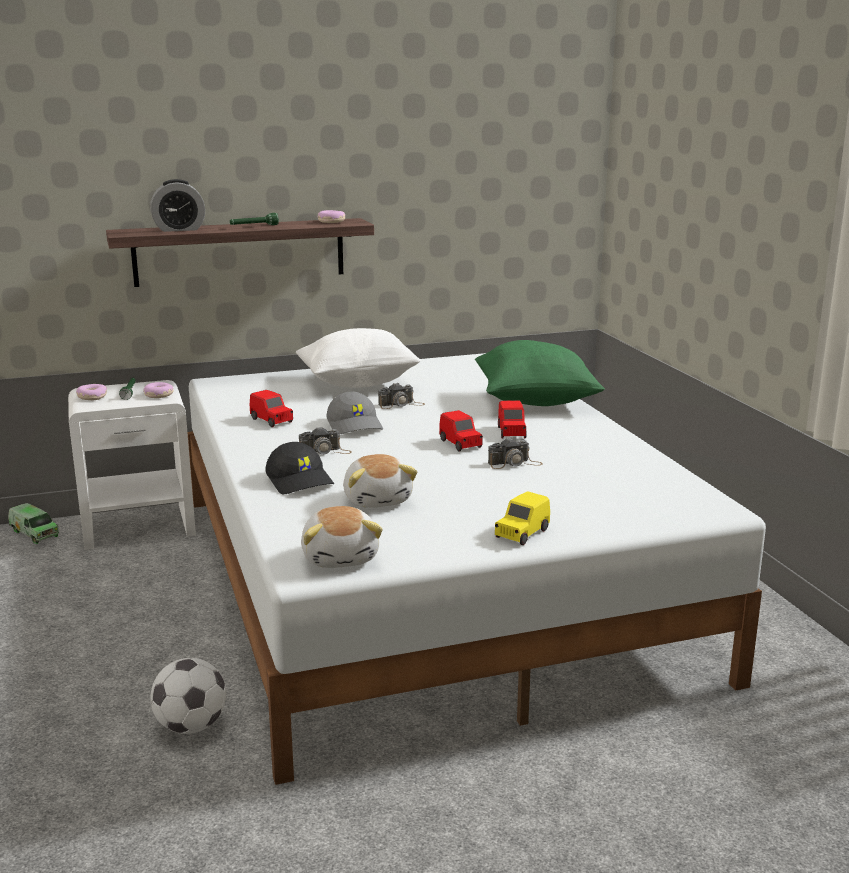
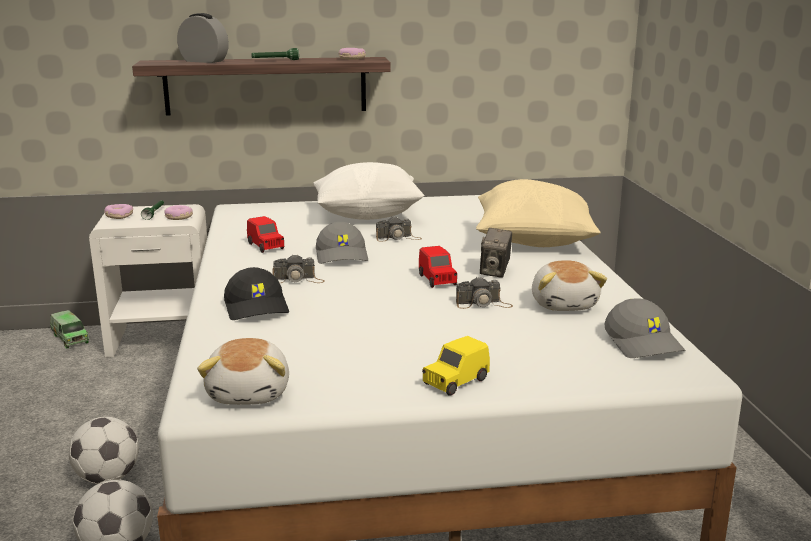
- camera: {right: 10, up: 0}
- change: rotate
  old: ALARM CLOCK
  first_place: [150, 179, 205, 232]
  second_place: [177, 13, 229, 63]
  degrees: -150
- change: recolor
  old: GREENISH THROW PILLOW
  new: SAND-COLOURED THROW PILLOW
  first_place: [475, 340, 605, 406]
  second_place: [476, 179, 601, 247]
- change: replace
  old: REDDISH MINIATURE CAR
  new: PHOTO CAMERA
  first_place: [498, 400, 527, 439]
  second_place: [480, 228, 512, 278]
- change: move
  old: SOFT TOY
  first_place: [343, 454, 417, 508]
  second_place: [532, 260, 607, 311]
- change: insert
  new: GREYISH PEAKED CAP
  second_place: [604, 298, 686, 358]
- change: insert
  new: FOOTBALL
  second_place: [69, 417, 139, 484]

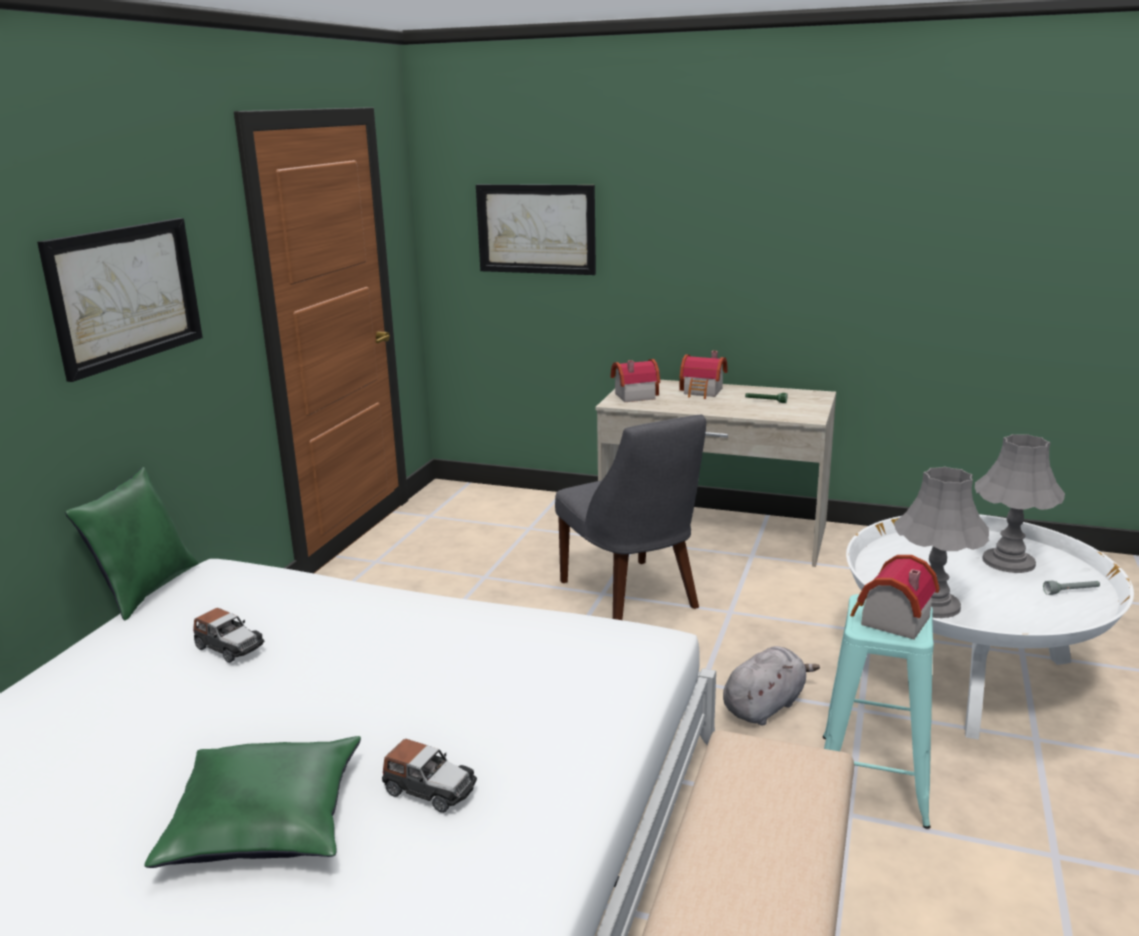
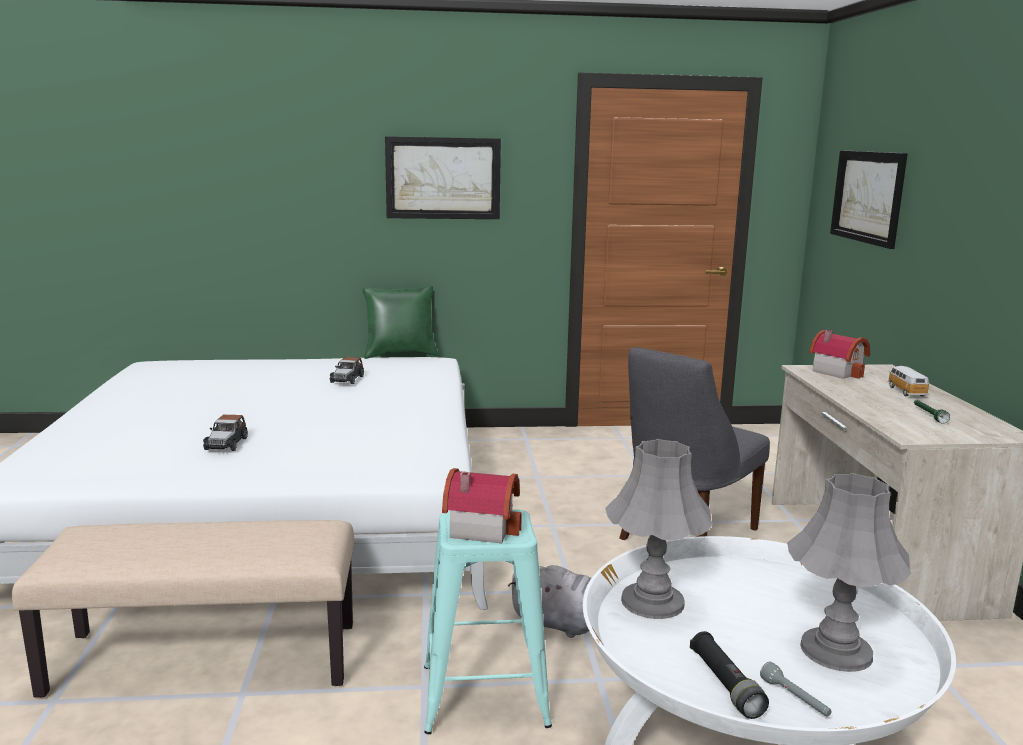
- camera: {right: 65, up: -5}
- change: replace
  old: MODEL HOUSE
  new: MINIATURE CAR
  first_place: [679, 351, 728, 399]
  second_place: [888, 366, 929, 397]
- change: delete
  old: GREENISH THROW PILLOW
  first_place: [144, 736, 361, 868]
- change: insert
  new: BLACKISH TORCH
  second_place: [690, 631, 769, 719]

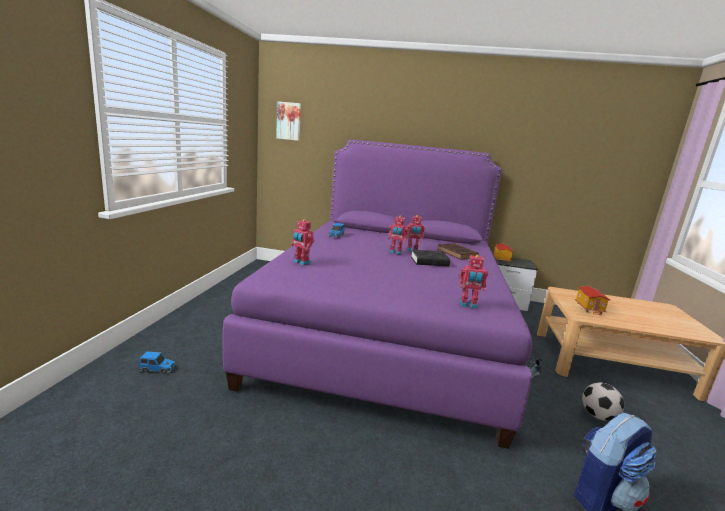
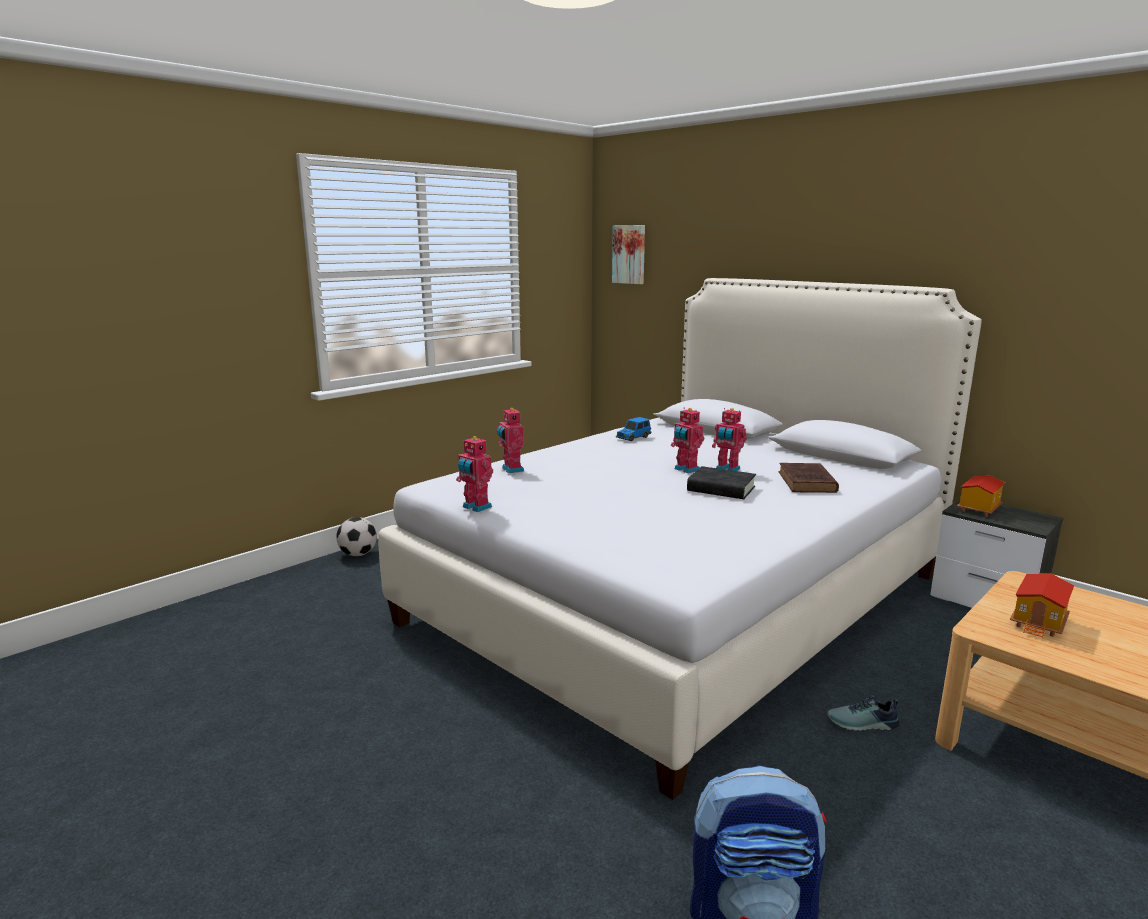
- camera: {right: 35, up: 0}
- change: recolor
  old: PURPLISH SLEEPING BED
  new: WHITISH SLEEPING BED
  first_place: [222, 140, 532, 449]
  second_place: [378, 278, 982, 800]
- change: move
  old: ROBOT FIGURE
  first_place: [459, 255, 488, 309]
  second_place: [456, 436, 493, 512]
- change: delete
  old: MINIATURE CAR
  first_place: [138, 351, 176, 374]
- change: move
  old: FOOTBALL
  first_place: [582, 382, 624, 421]
  second_place: [336, 517, 377, 556]

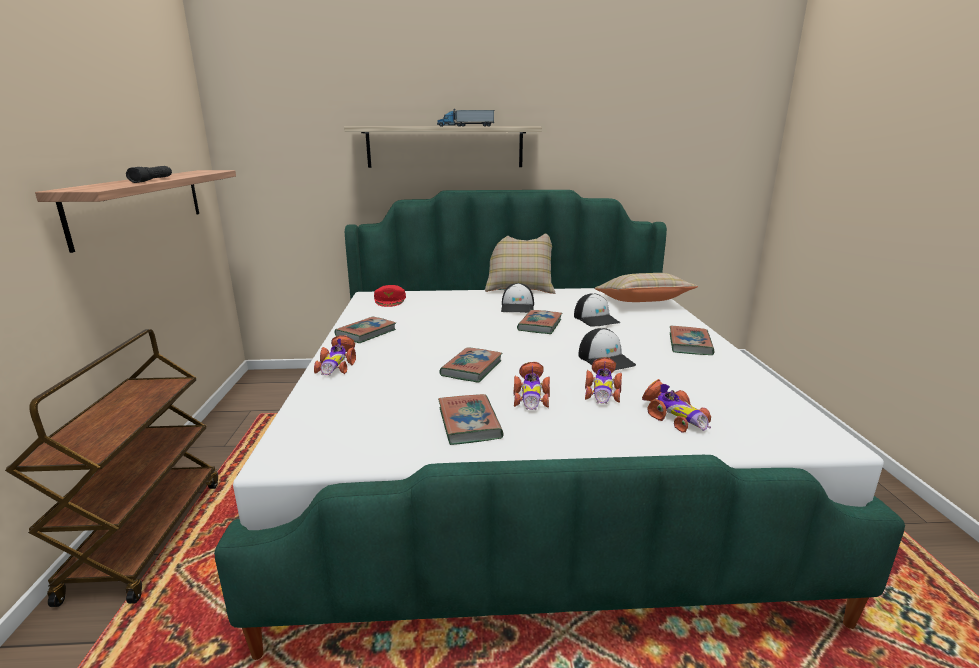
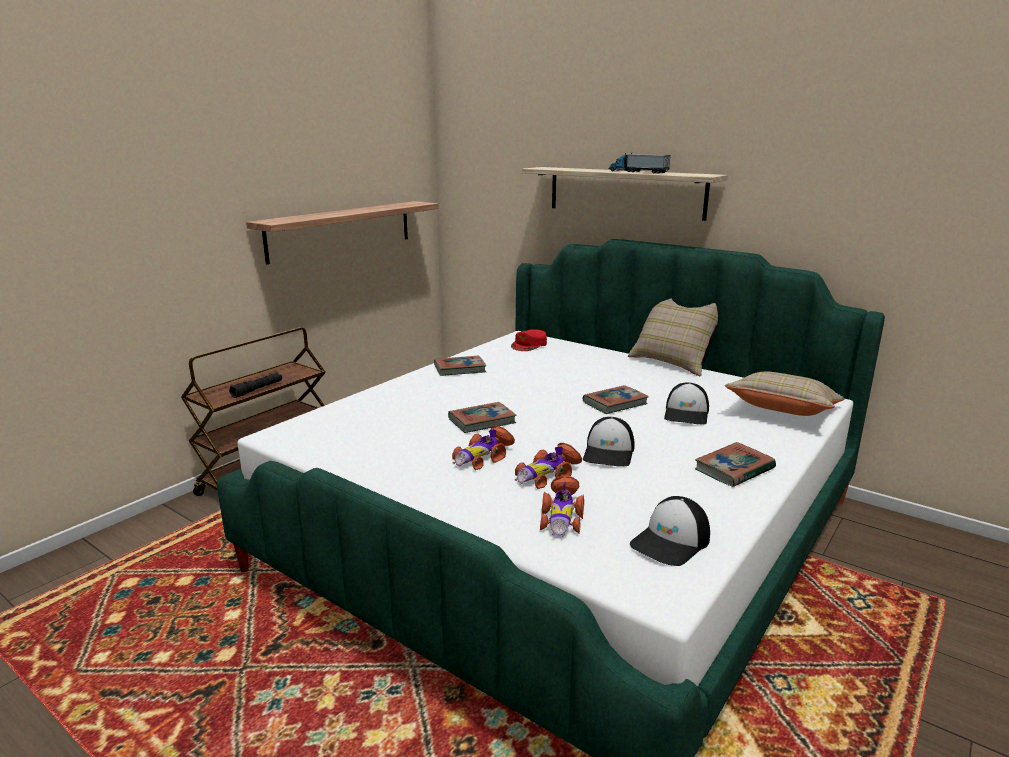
- camera: {right: 40, up: 0}
- change: move
  old: BLACKISH TORCH
  first_place: [126, 166, 172, 183]
  second_place: [229, 373, 282, 398]
- change: move
  old: PEAKED CAP
  first_place: [501, 283, 534, 313]
  second_place: [630, 496, 710, 566]
- change: delete
  old: MINIATURE CAR
  first_place: [314, 335, 356, 375]
- change: delete
  old: BOUND BOOK
  first_place: [438, 394, 503, 445]

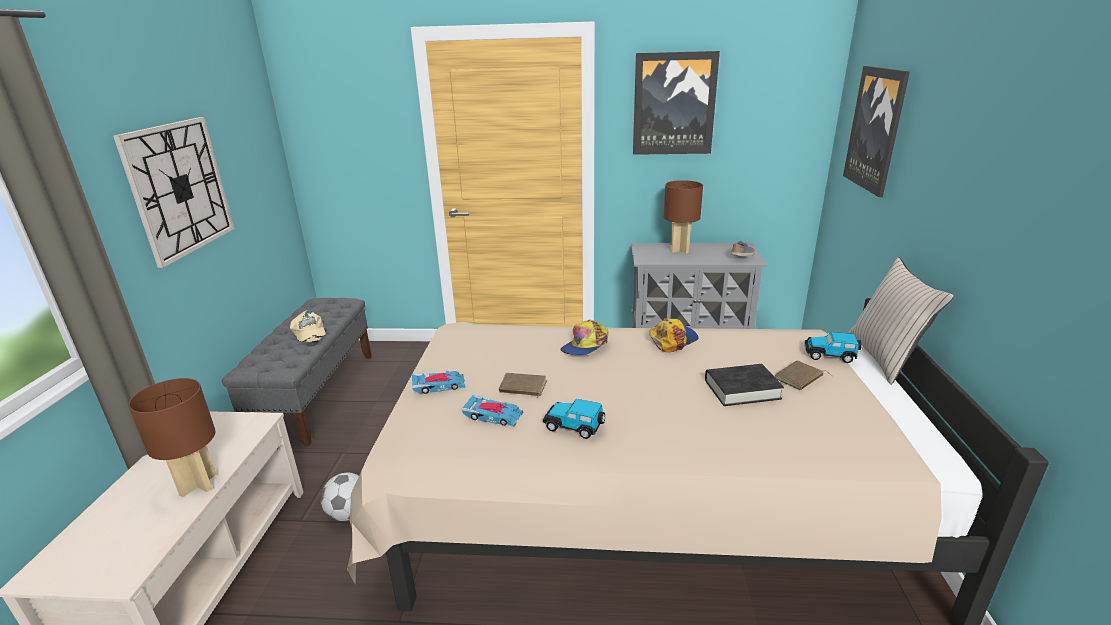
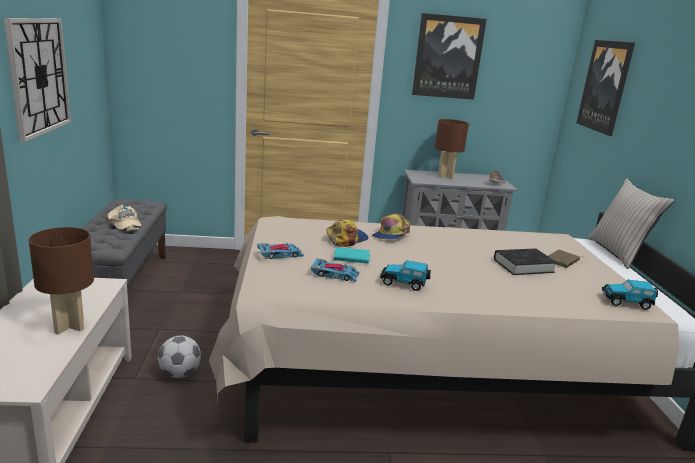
- camera: {right: -10, up: -5}
- change: move
  old: PEAKED CAP
  first_place: [650, 318, 699, 353]
  second_place: [326, 219, 368, 247]
- change: move
  old: MINIATURE CAR
  first_place: [805, 332, 862, 363]
  second_place: [602, 280, 658, 310]
- change: recolor
  old: BROWNISH BOUND BOOK
  new: TURQUOISE BOUND BOOK
  first_place: [499, 373, 547, 398]
  second_place: [334, 247, 370, 264]

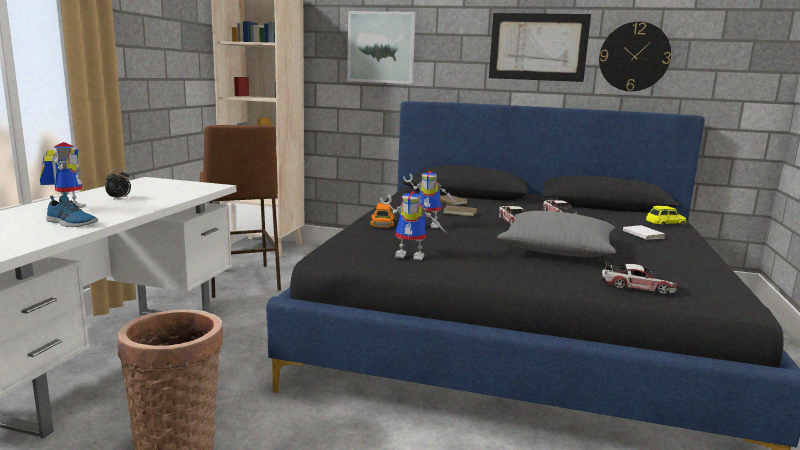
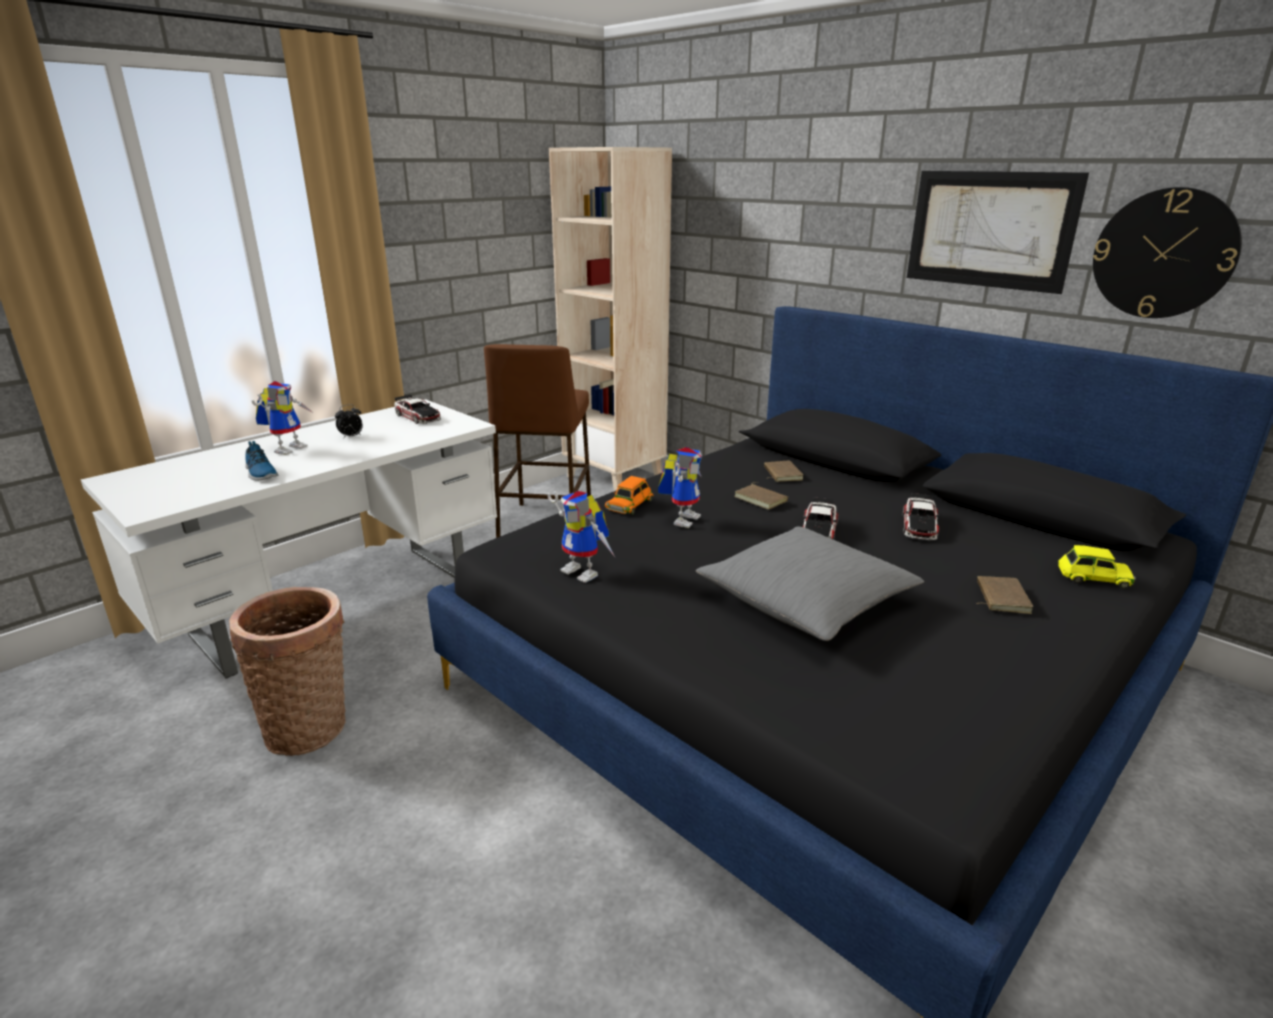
- camera: {right: 30, up: 10}
- change: delete
  old: PICTURE
  first_place: [347, 11, 416, 84]
- change: rotate
  old: ROBOT FIGURE
  first_place: [403, 171, 459, 228]
  second_place: [658, 447, 702, 528]
  degrees: -105
- change: recolor
  old: WHITISH BOUND BOOK
  new: BROWNISH BOUND BOOK
  first_place: [623, 225, 665, 240]
  second_place: [976, 576, 1033, 614]
- change: move
  old: MINIATURE CAR
  first_place: [602, 261, 677, 294]
  second_place: [394, 394, 441, 424]

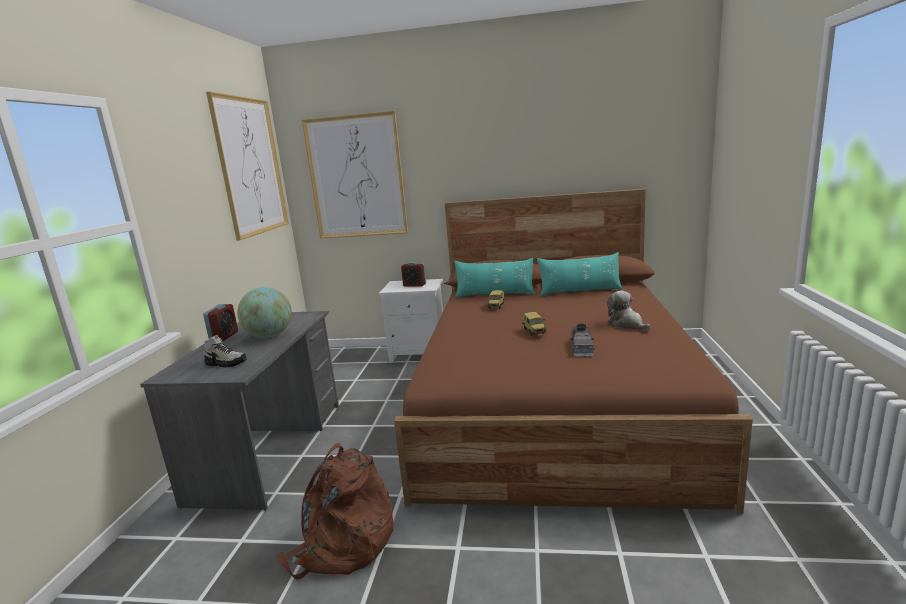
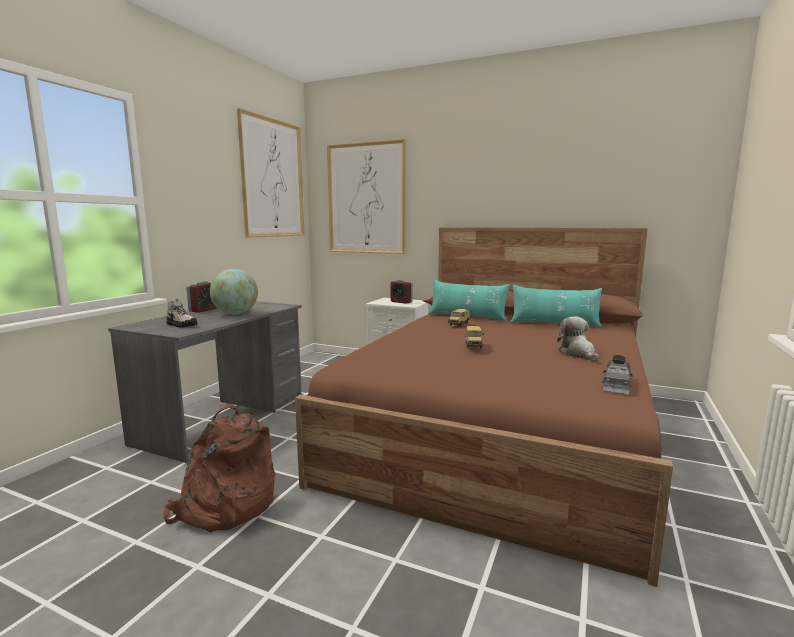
- camera: {right: 15, up: -5}
- change: move
  old: GREYISH MINIATURE CAR
  first_place: [570, 324, 595, 356]
  second_place: [601, 355, 633, 394]

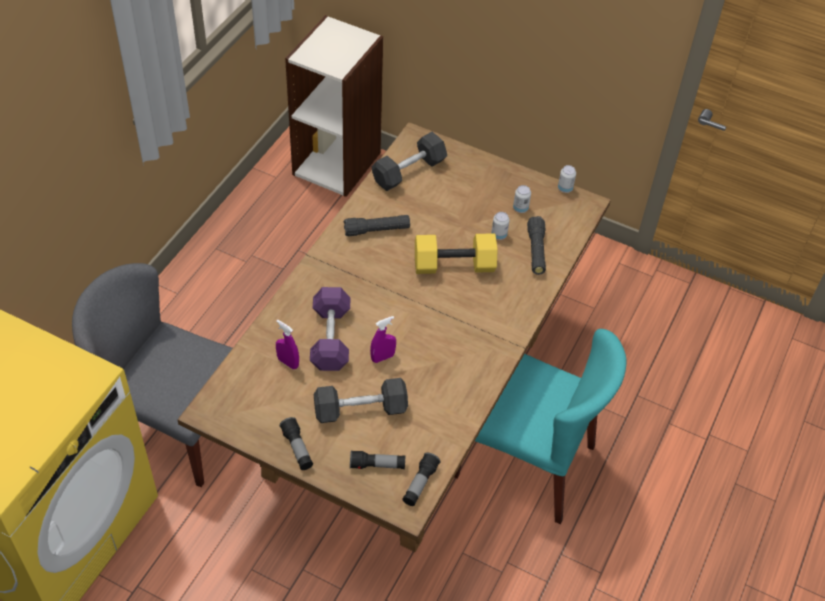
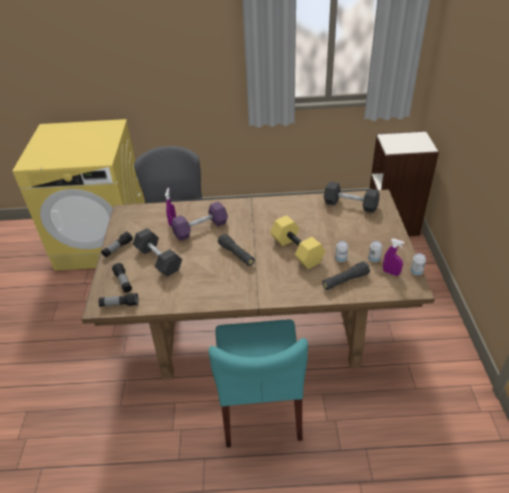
- camera: {right: 65, up: -10}
- change: move
  old: BLACKISH TORCH
  first_place: [344, 215, 410, 236]
  second_place: [218, 234, 255, 266]
- change: move
  old: PURPLISH SPRAY BOTTLE
  first_place: [370, 316, 396, 363]
  second_place: [383, 239, 405, 276]

